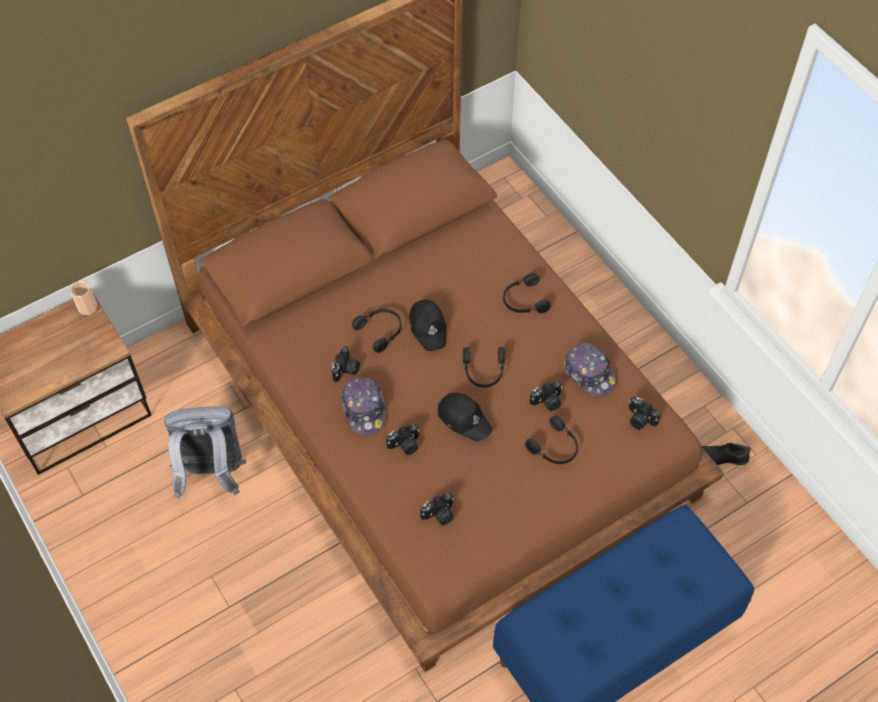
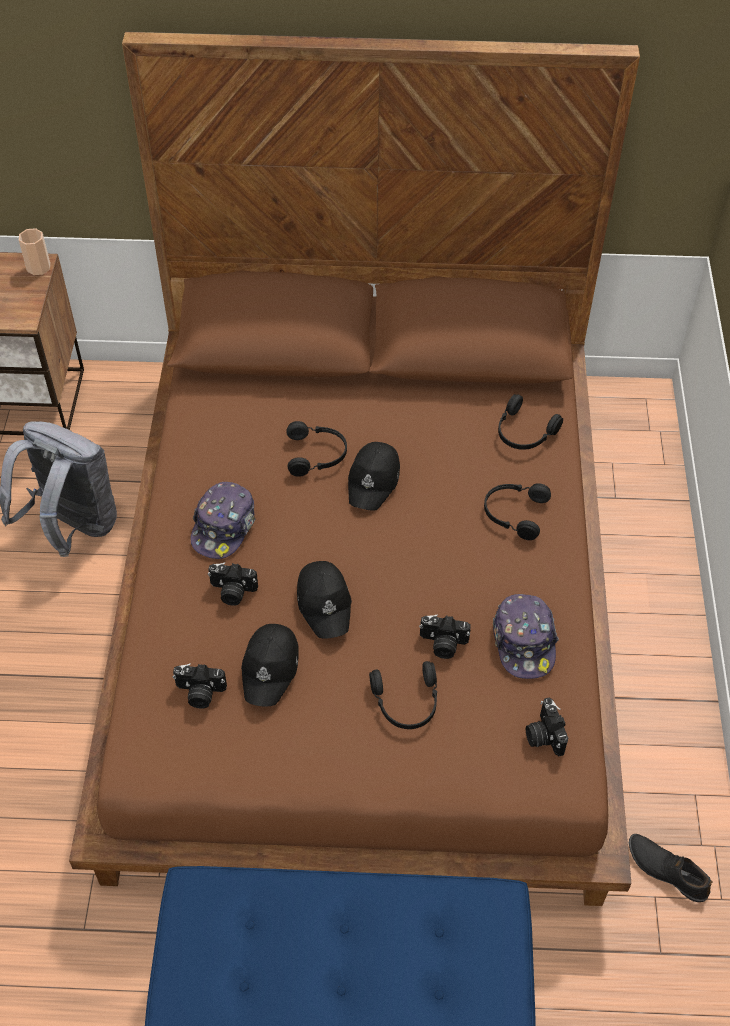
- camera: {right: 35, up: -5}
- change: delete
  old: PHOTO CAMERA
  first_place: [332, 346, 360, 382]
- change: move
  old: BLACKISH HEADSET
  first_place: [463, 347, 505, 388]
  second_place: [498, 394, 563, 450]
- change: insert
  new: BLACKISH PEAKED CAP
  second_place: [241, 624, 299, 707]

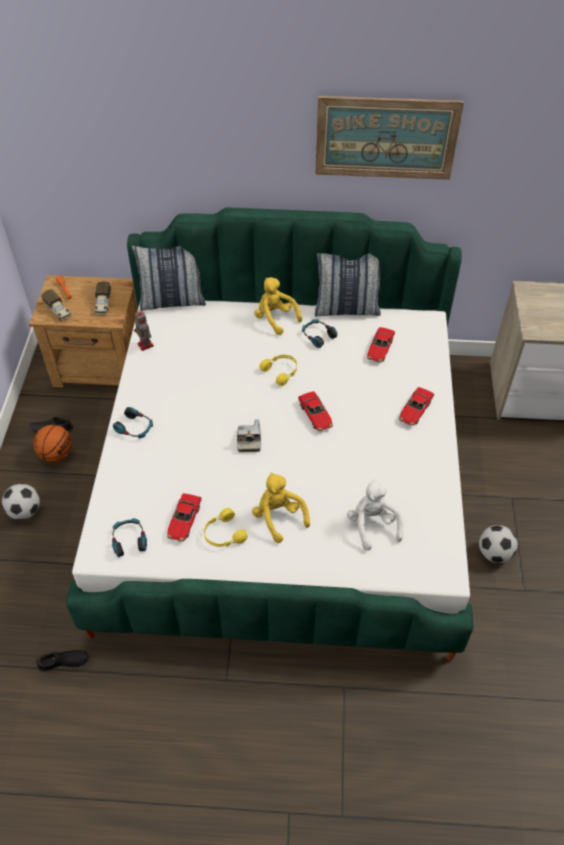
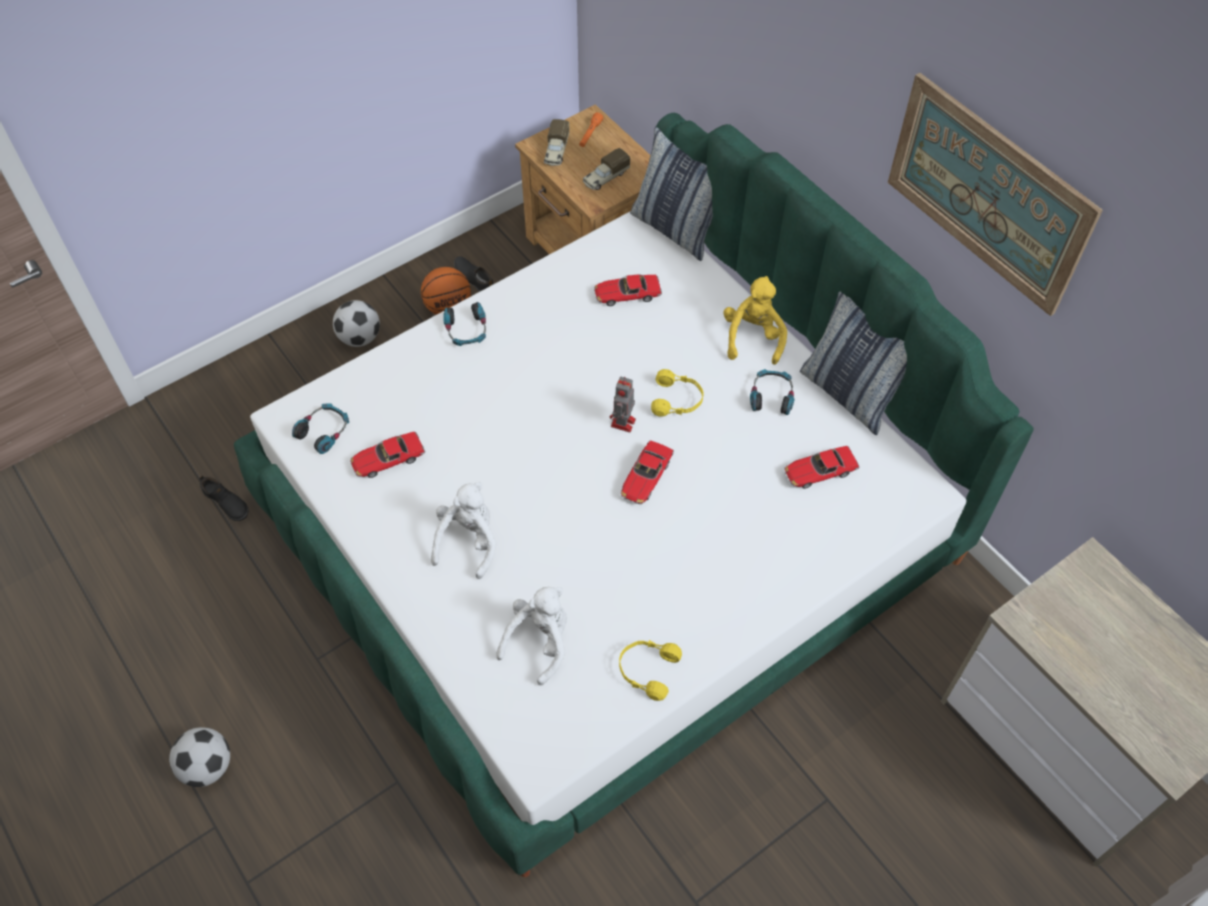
- camera: {right: 50, up: 5}
- change: move
  old: ROBOT FIGURE
  first_place: [134, 310, 154, 351]
  second_place: [610, 377, 636, 432]
- change: move
  old: MINIATURE CAR
  first_place: [399, 387, 434, 426]
  second_place: [594, 274, 662, 306]
- change: delete
  old: PHOTO CAMERA
  first_place: [237, 419, 261, 452]
- change: recolor
  old: YELLOW-COLOURED SOFT TOY
  new: WHITISH SOFT TOY
  first_place: [252, 472, 310, 543]
  second_place: [431, 482, 496, 579]
- change: move
  old: YELLOW-COLOURED HEADSET
  first_place: [204, 508, 248, 547]
  second_place: [619, 640, 682, 701]
- change: move
  old: FOOTBALL
  first_place: [479, 525, 518, 563]
  second_place: [169, 727, 230, 787]

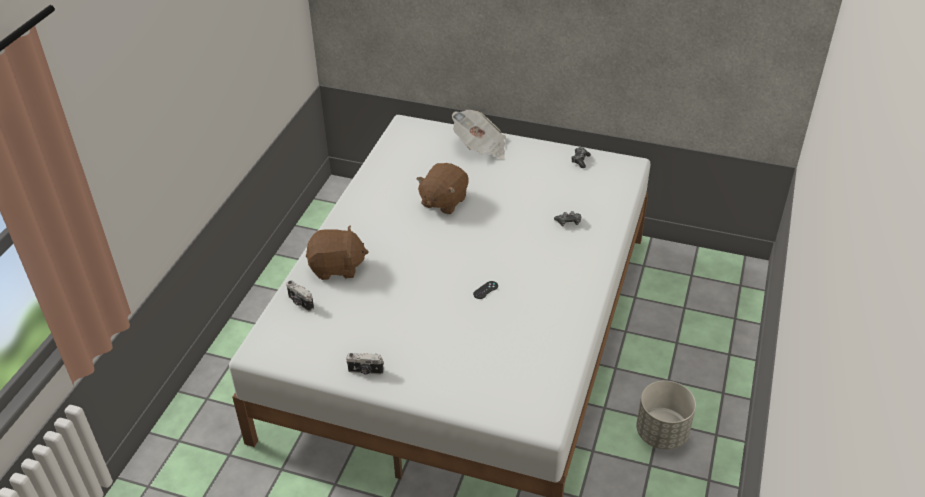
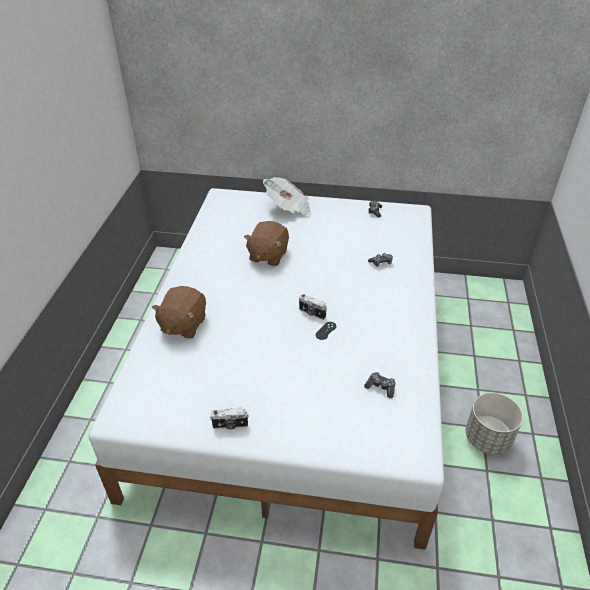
- camera: {right: -10, up: 0}
- change: rotate
  old: BROWNISH SOFT TOY
  first_place: [306, 225, 369, 280]
  second_place: [152, 286, 206, 339]
  degrees: 120
- change: move
  old: PHOTO CAMERA
  first_place: [286, 280, 314, 311]
  second_place: [299, 294, 327, 320]
- change: insert
  new: GAMEPAD
  second_place: [364, 372, 396, 398]

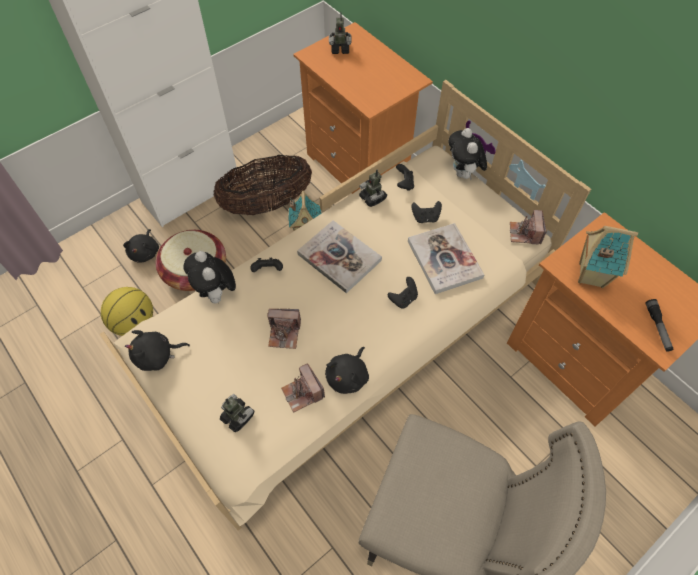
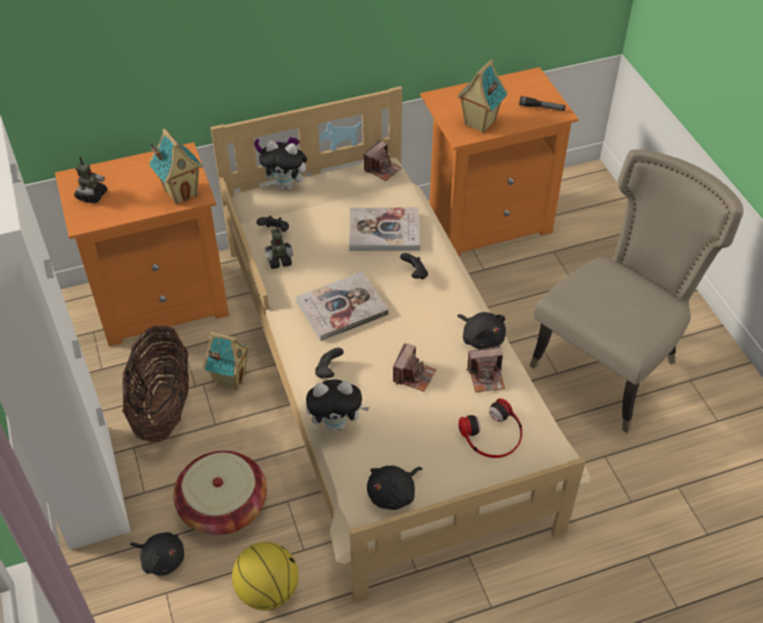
- camera: {right: -70, up: -10}
- change: delete
  old: BLACKISH GAMEPAD
  first_place: [411, 201, 442, 223]
- change: rotate
  old: PHOTO CAMERA
  first_place: [510, 210, 547, 245]
  second_place: [364, 140, 402, 181]
  degrees: -75
- change: rotate
  old: BLACKISH SOFT TOY
  first_place: [125, 330, 190, 371]
  second_place: [367, 466, 422, 510]
  degrees: 45
- change: replace
  old: ROBOT FIGURE
  new: HEADSET
  first_place: [220, 394, 254, 432]
  second_place: [458, 398, 522, 458]
- change: insert
  new: MODEL HOUSE
  second_place: [149, 128, 203, 204]

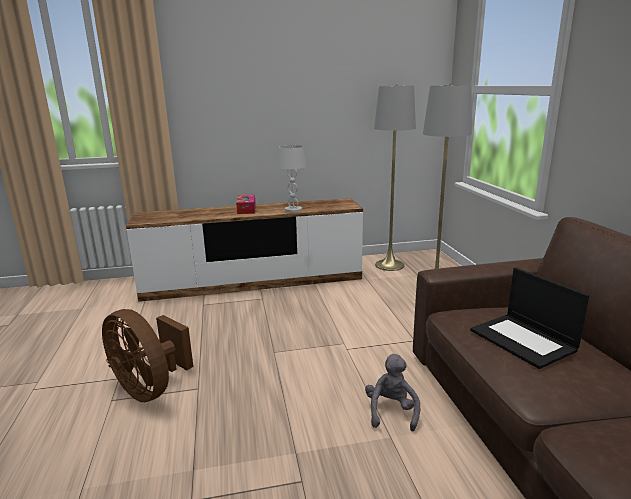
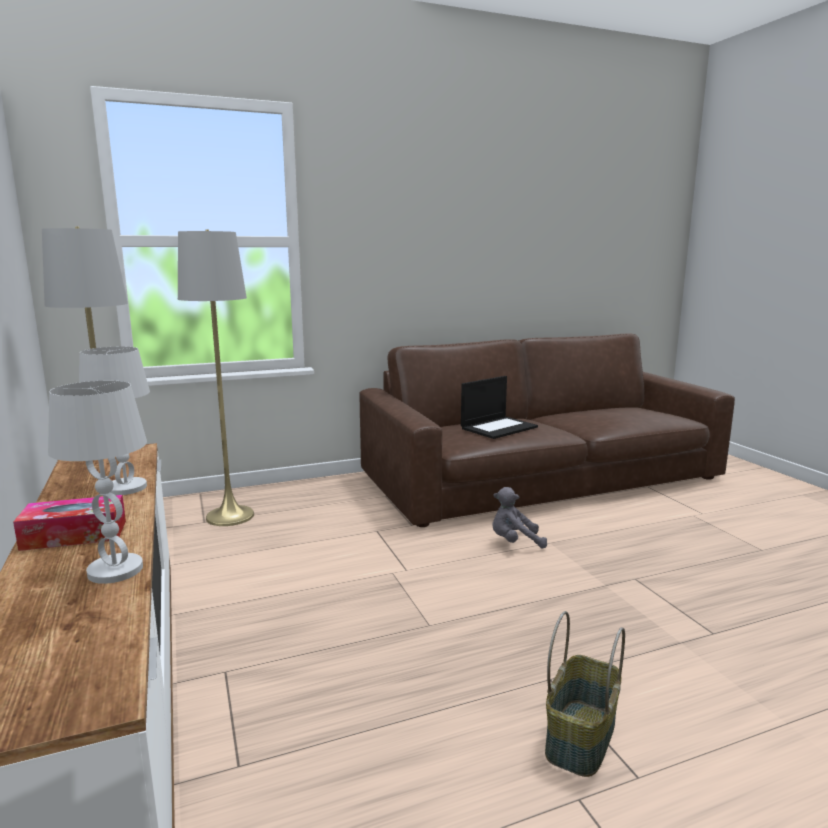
- camera: {right: -100, up: -5}
- change: replace
  old: BROWNISH COOLING FAN
  new: BASKET
  first_place: [102, 309, 193, 402]
  second_place: [545, 611, 625, 777]
- change: insert
  new: WHITISH LAMP FOR A TABLE
  second_place: [48, 381, 147, 584]

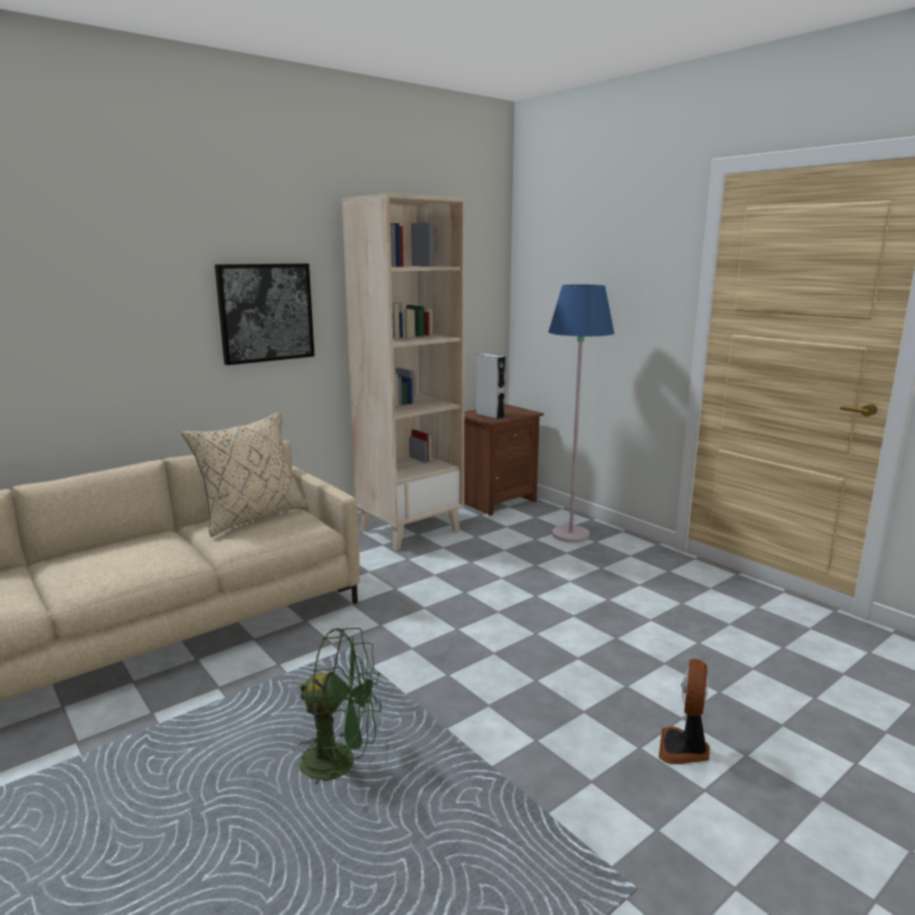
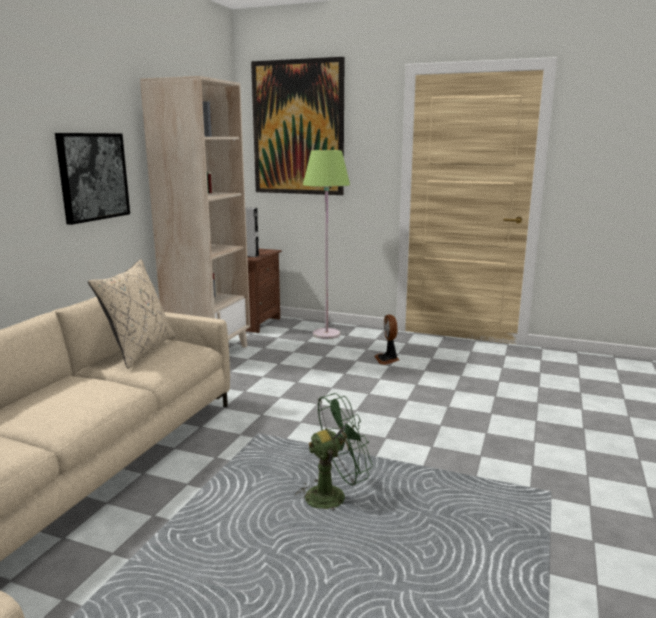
- camera: {right: -30, up: 0}
- change: recolor
  old: BLUE-COLOURED STANDARD LAMP
  new: GREENISH STANDARD LAMP
  first_place: [549, 285, 614, 543]
  second_place: [303, 150, 350, 339]
- change: move
  old: COOLING FAN
  first_place: [659, 659, 710, 764]
  second_place: [374, 314, 399, 365]
- change: insert
  new: PICTURE
  second_place: [251, 57, 345, 195]

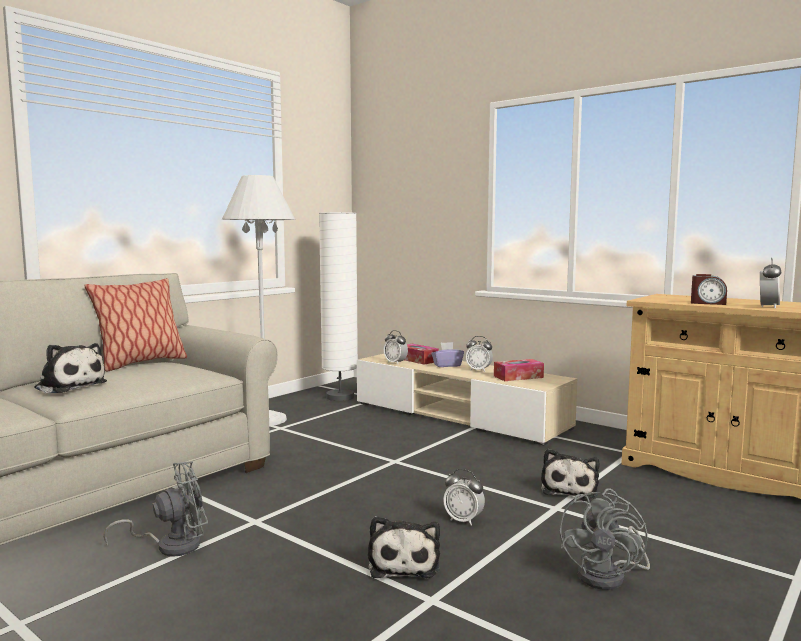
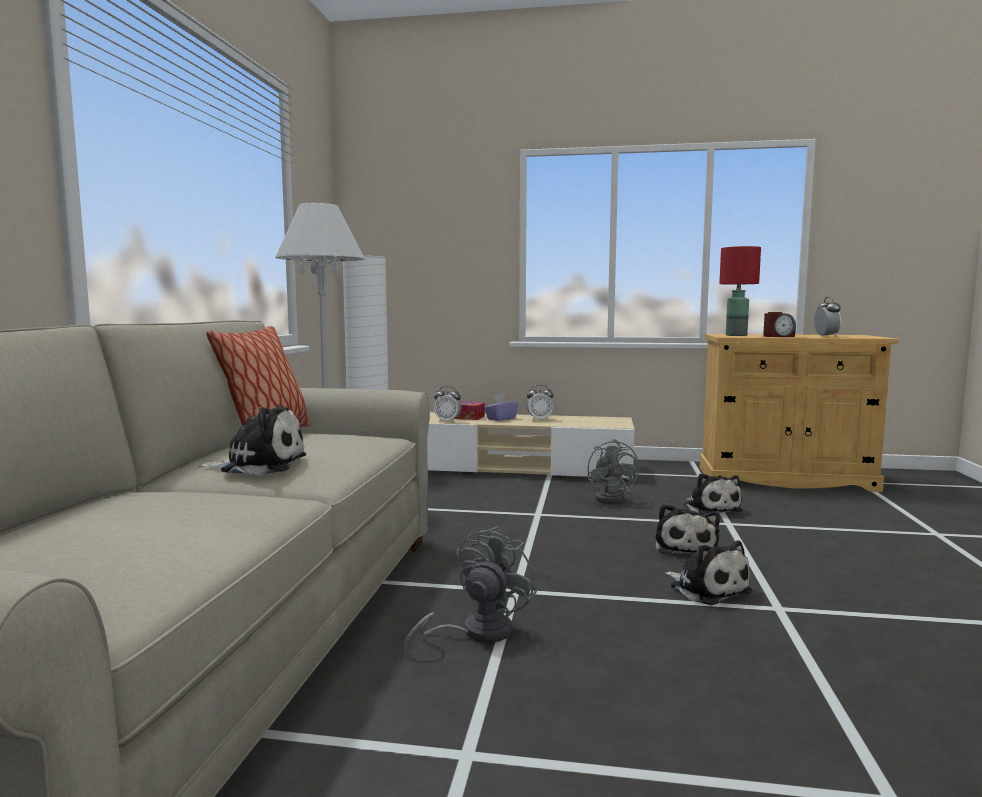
- camera: {right: -30, up: 0}
- change: delete
  old: TISSUE BOX
  first_place: [494, 359, 544, 381]
- change: replace
  old: ALARM CLOCK
  new: SOFT TOY
  first_place: [443, 469, 485, 526]
  second_place: [656, 504, 720, 554]
- change: move
  old: GREYISH COOLING FAN
  first_place: [560, 489, 650, 590]
  second_place: [588, 439, 639, 504]
- change: insert
  new: REDDISH LAMP FOR A TABLE
  second_place: [719, 246, 761, 336]

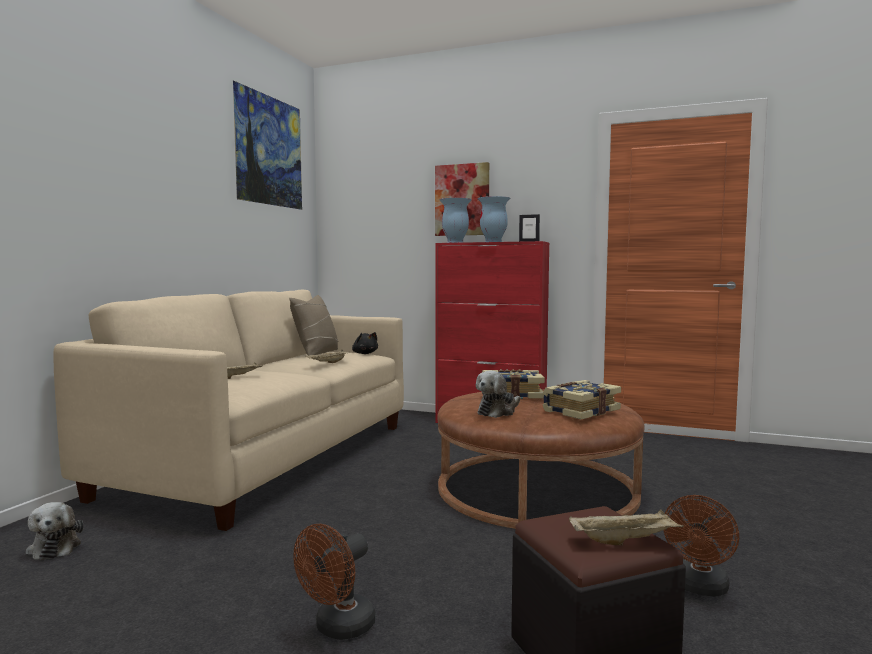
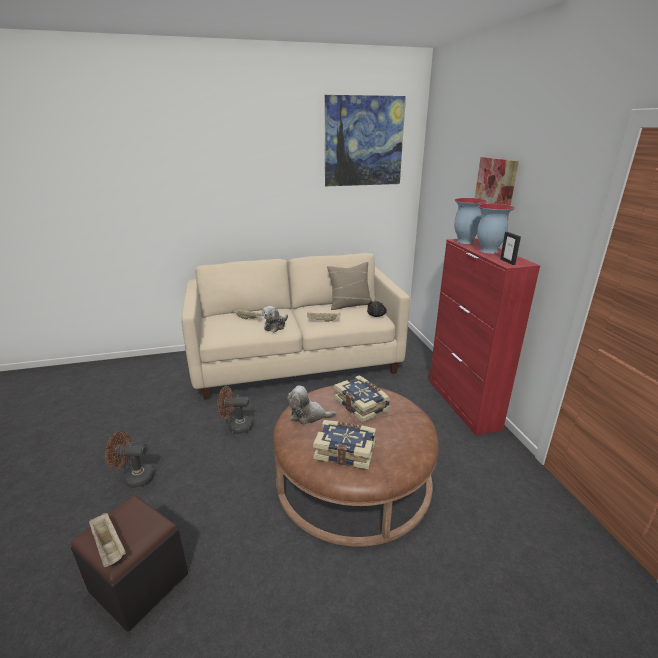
- camera: {right: 55, up: 20}
- change: move
  old: BROWNISH COOLING FAN
  first_place: [663, 495, 739, 597]
  second_place: [218, 386, 253, 434]
- change: move
  old: SOFT TOY
  first_place: [26, 502, 84, 560]
  second_place: [262, 306, 288, 332]

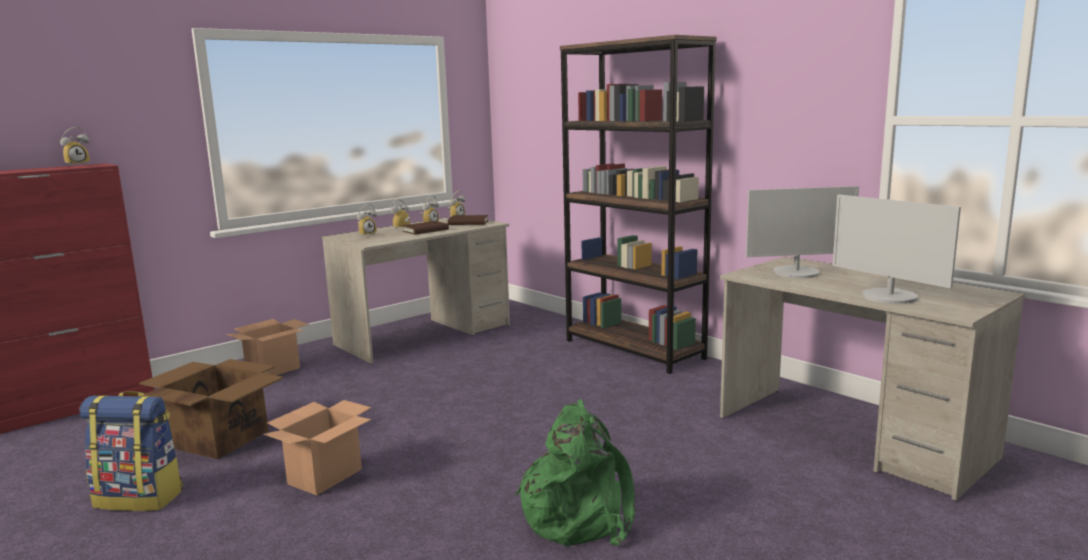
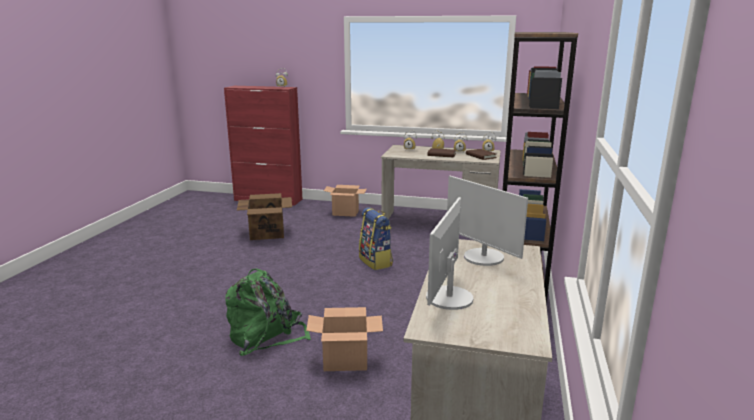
- camera: {right: 55, up: 5}
- change: move
  old: RUCKSACK
  first_place: [79, 391, 183, 511]
  second_place: [359, 207, 393, 270]
- change: move
  old: CARTON
  first_place: [263, 400, 371, 495]
  second_place: [306, 307, 383, 371]

